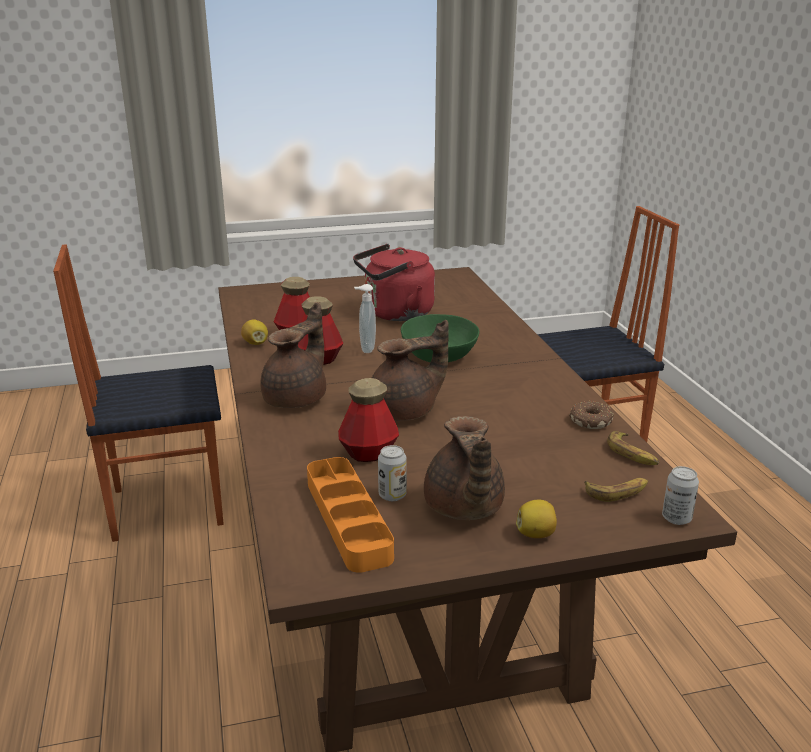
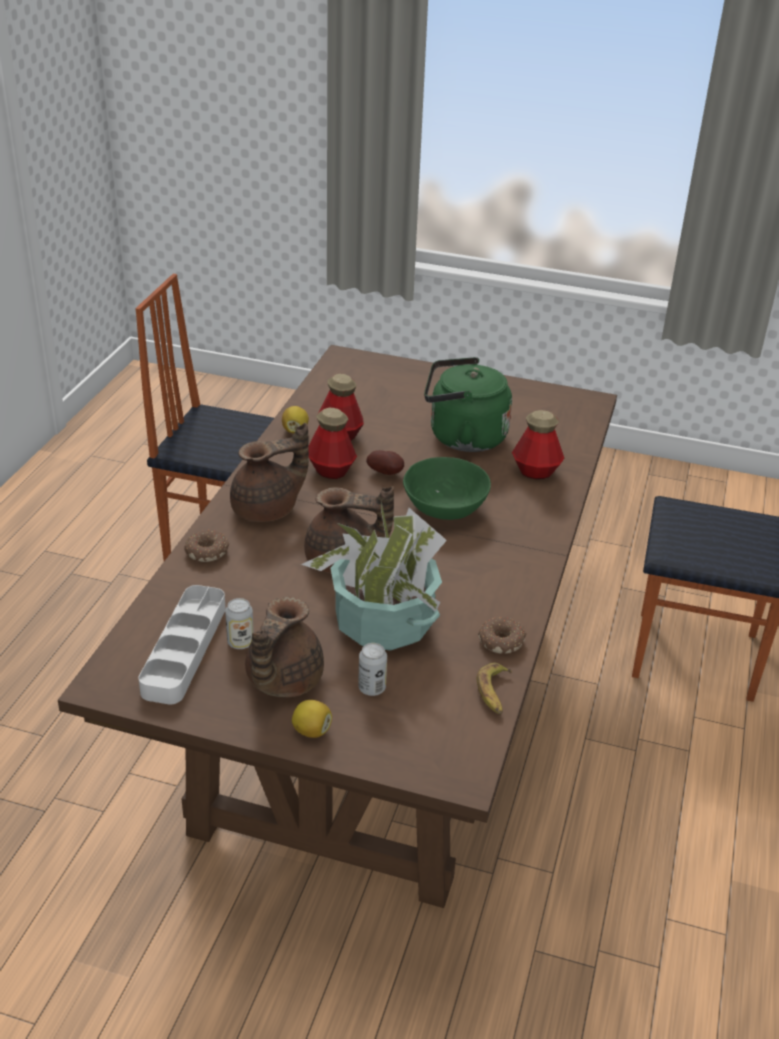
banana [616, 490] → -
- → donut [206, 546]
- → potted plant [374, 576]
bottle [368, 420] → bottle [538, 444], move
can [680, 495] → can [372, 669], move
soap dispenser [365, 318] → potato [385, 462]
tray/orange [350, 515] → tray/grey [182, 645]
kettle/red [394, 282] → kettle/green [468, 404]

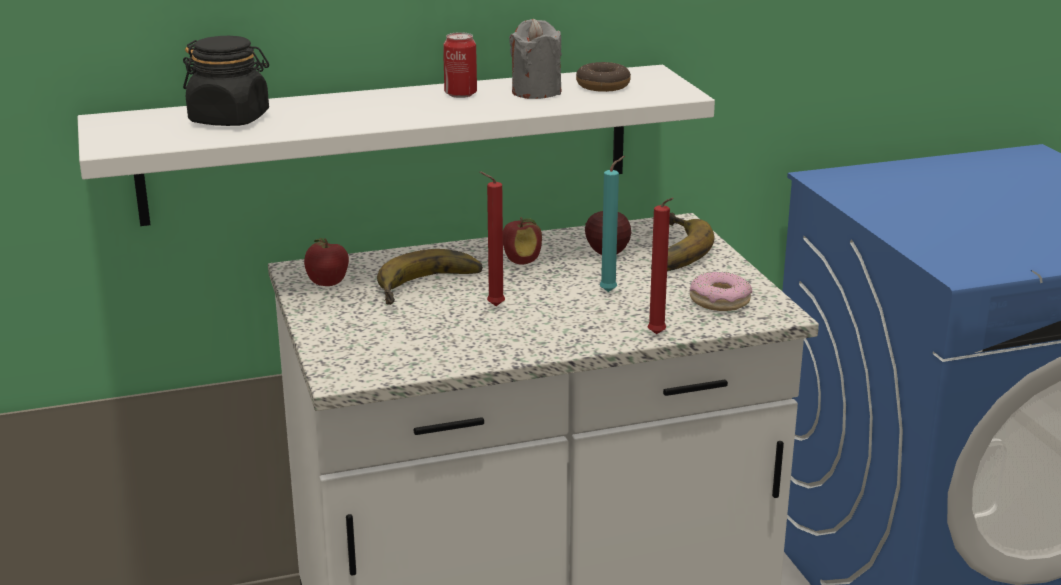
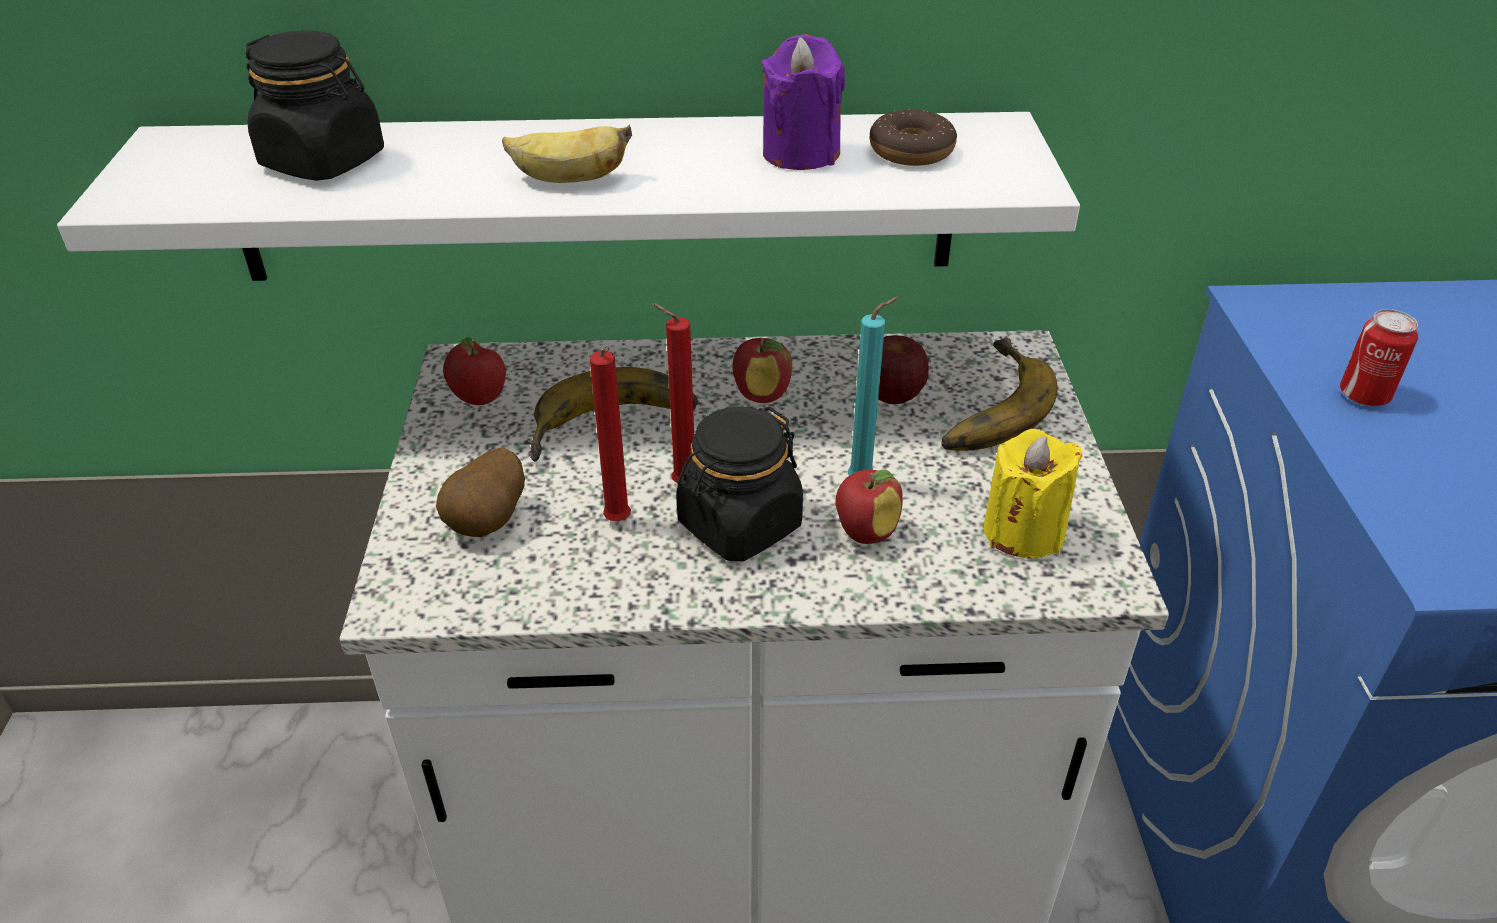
- → potato [480, 492]
- → banana [567, 154]
- → jar/black [739, 484]
- → apple [869, 507]
can [460, 65] → can [1379, 357], move
candle/red [661, 266] → candle/red [610, 434], move
donut [721, 291] → candle/yellow [1033, 493]
candle/grey [535, 59] → candle/purple [803, 102]

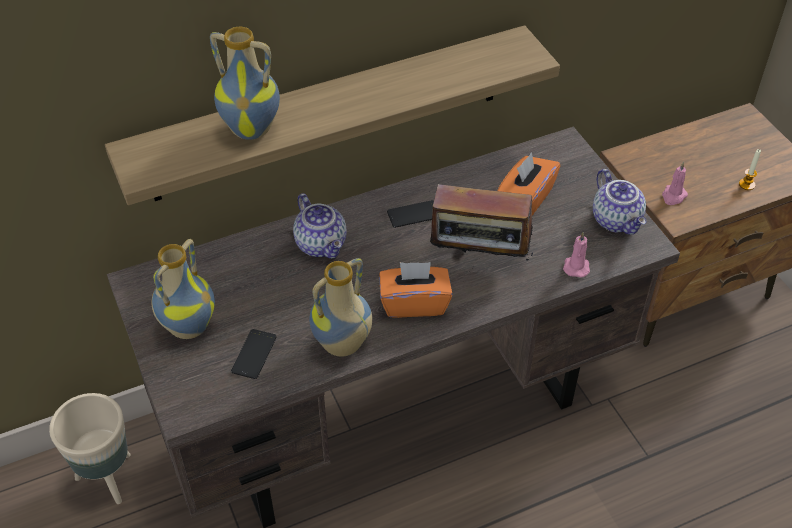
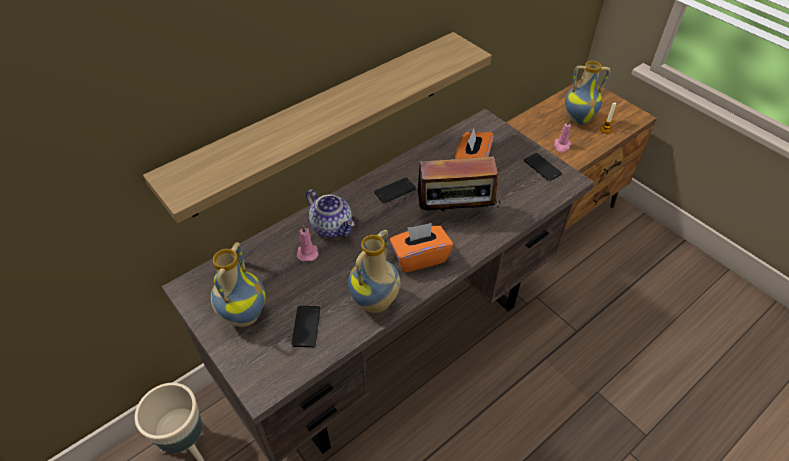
vase [245, 83] → vase [588, 93], move
candle/pink [576, 254] → candle/pink [308, 243], move
teapot [619, 202] → phone [543, 167]

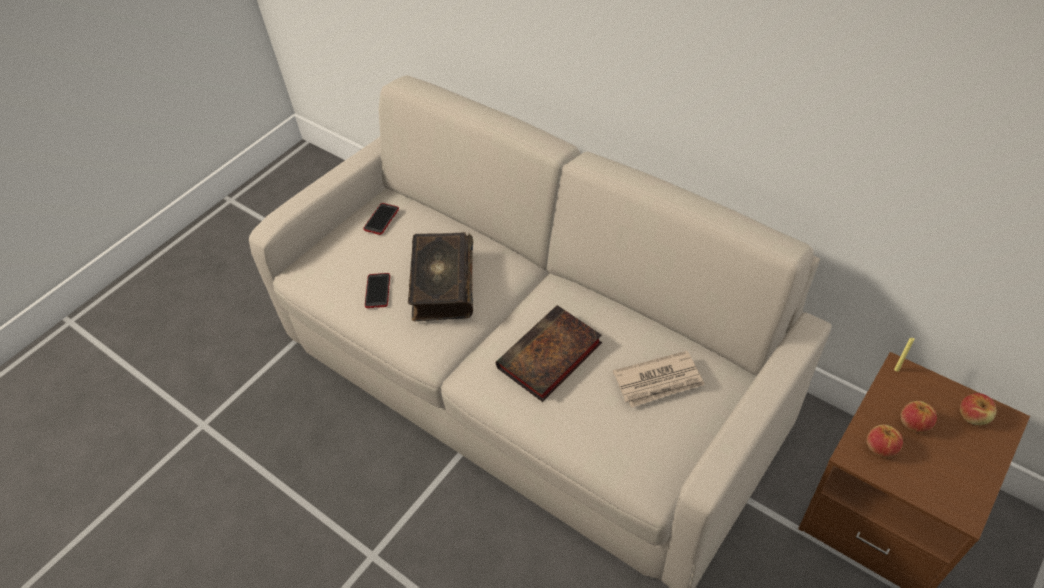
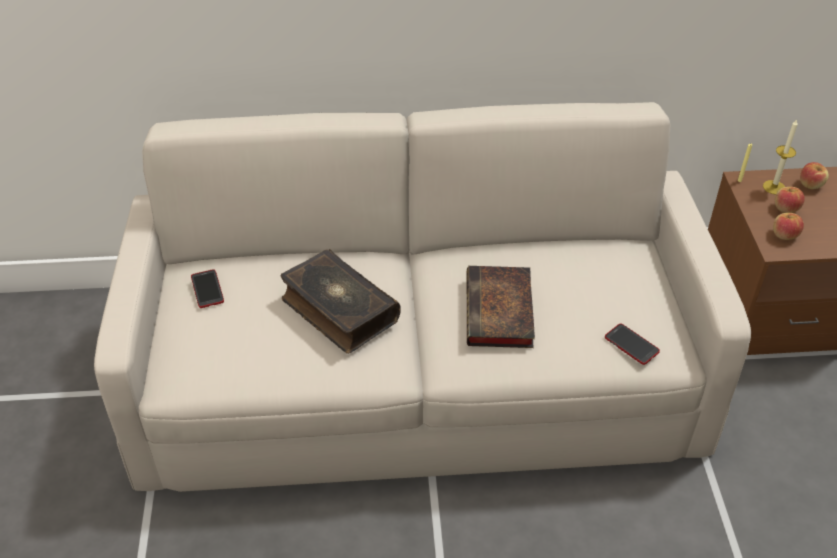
newspaper [659, 379] → -
- → candle [780, 157]
phone [377, 290] → phone [632, 344], move

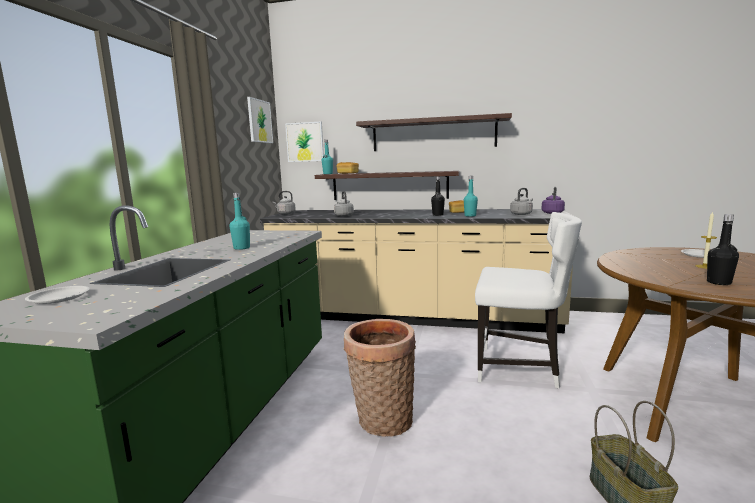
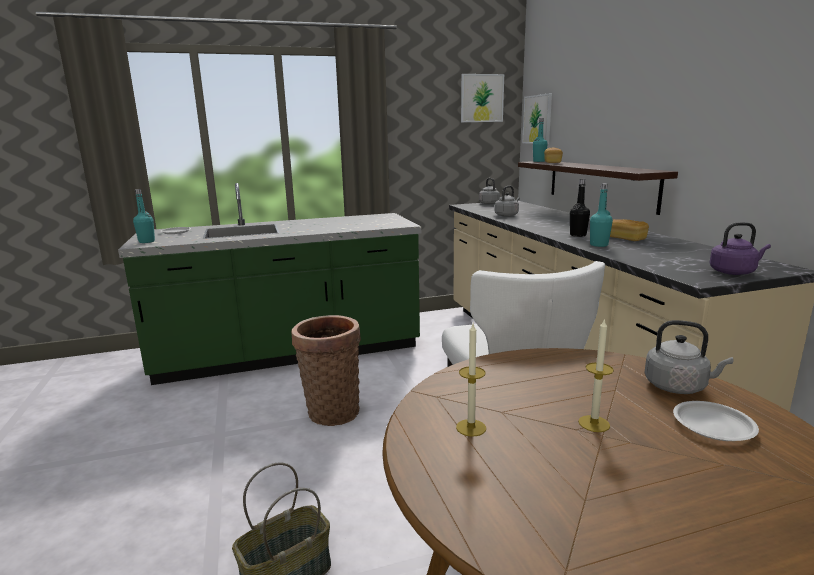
shelf [434, 132] → -
bottle/turquoise [239, 221] → bottle/turquoise [144, 216], move
kettle/grey [521, 201] → kettle/grey [688, 357], move
bottle/black [723, 249] → candle [471, 380]

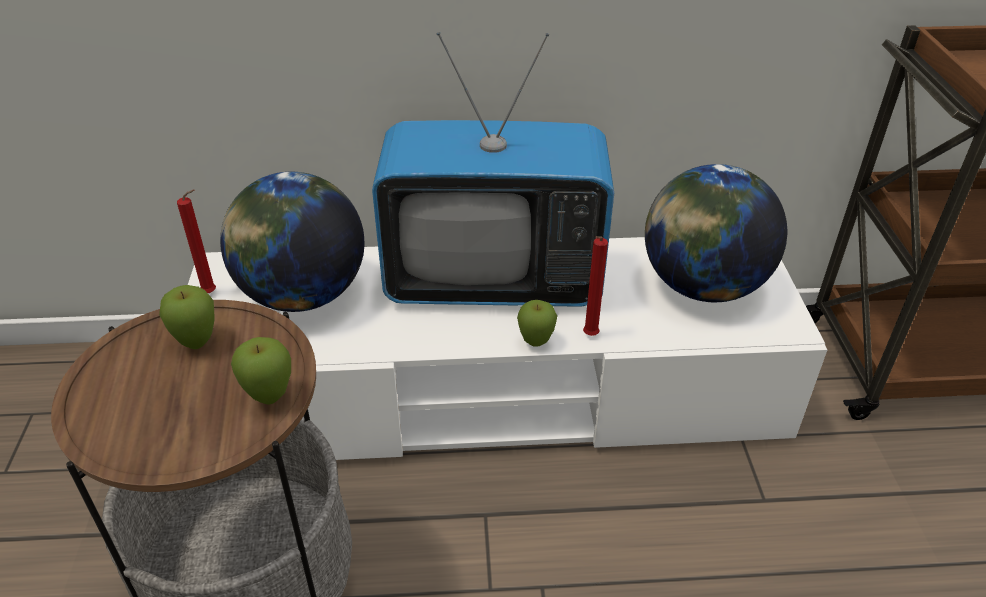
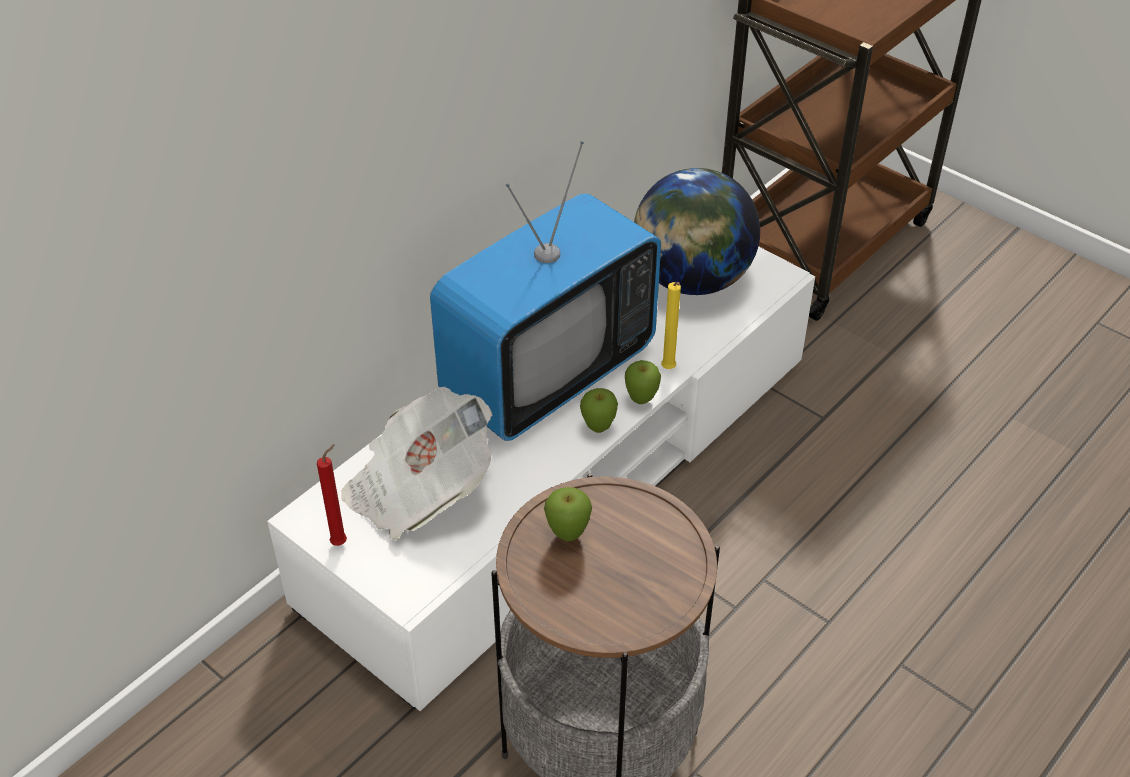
apple [261, 371] → apple [599, 410], move
globe [292, 242] → newspaper [416, 463]
candle/red [595, 286] → candle/yellow [671, 325]

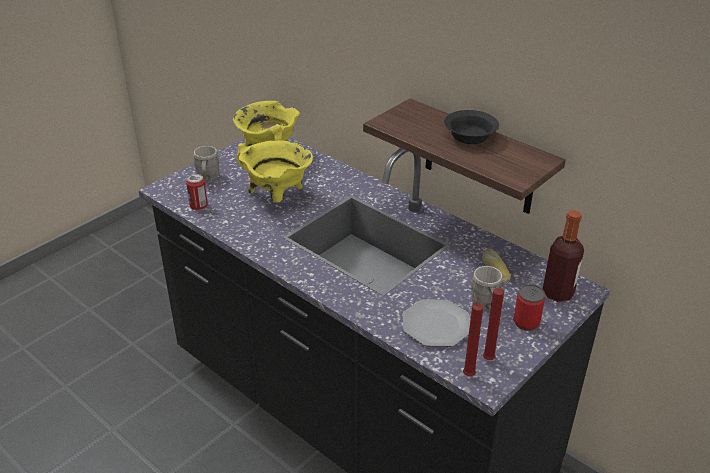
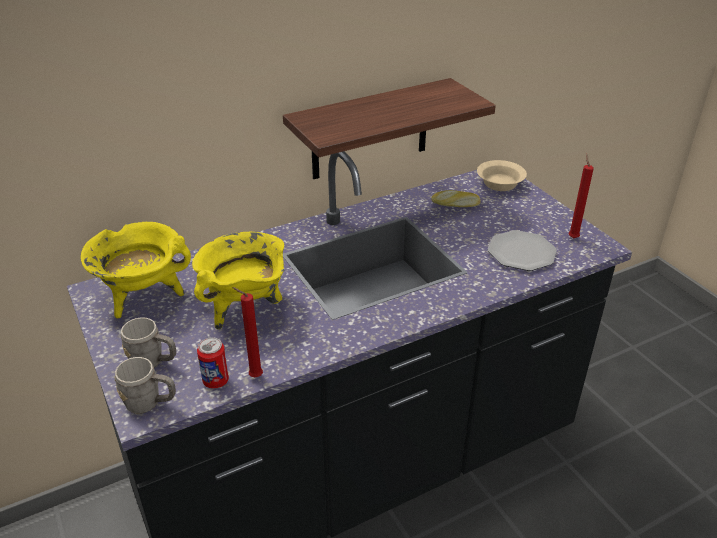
bowl/black [471, 127] → -
can [529, 307] → -
candle/red [473, 333] → candle/red [247, 332], move
mug/grey [486, 288] → mug/grey [145, 385], move
bottle [563, 256] → bowl/beige [502, 175]

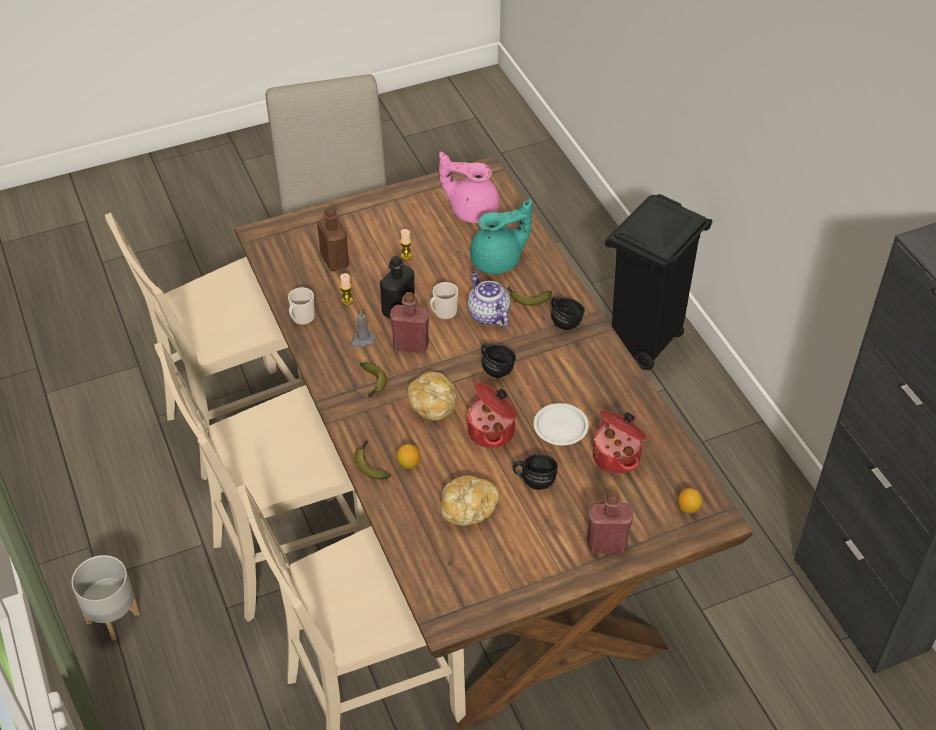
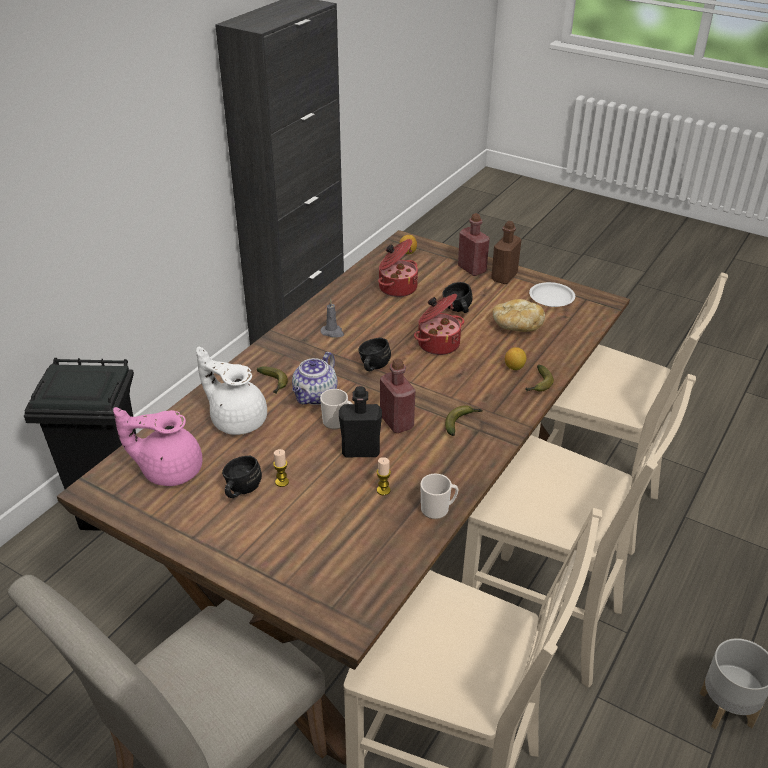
bread [431, 396] → -
bottle/brown [333, 239] → bottle/brown [506, 252], move
candle/grey [362, 329] → candle/grey [332, 318], move
plate/white [561, 424] → plate/white [552, 294], move
mug/black [568, 313] → mug/black [242, 477], move
teapot/turquoise [501, 236] → teapot/white [231, 391]
teapot/pink [469, 187] → teapot/pink [157, 446], 105 degrees clockwise

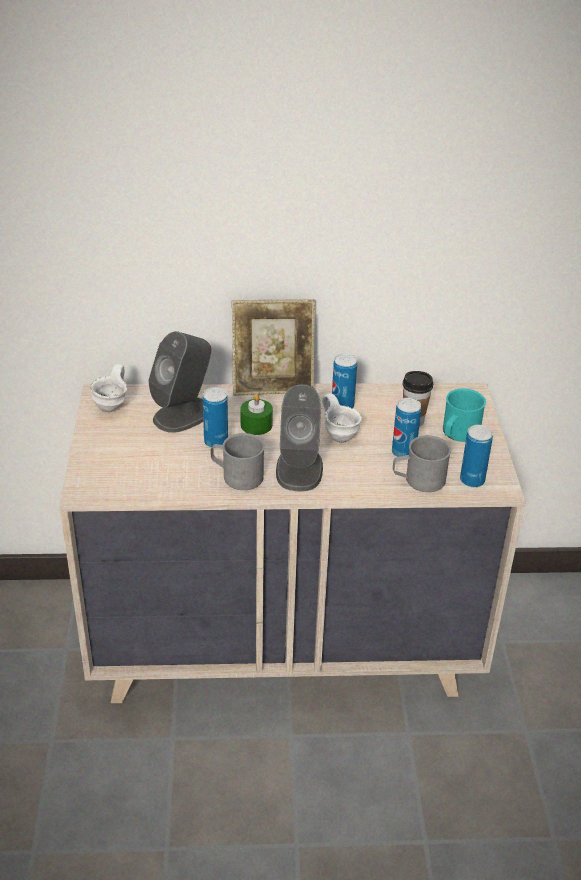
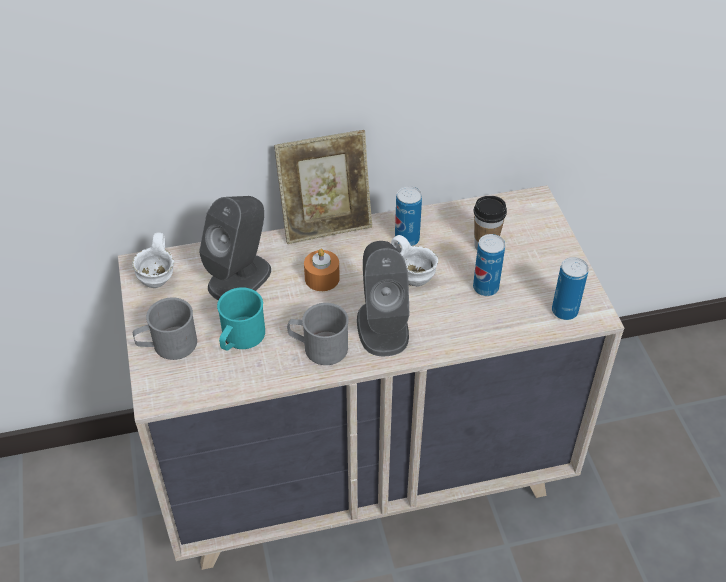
can [215, 417] → -
mug/grey [422, 463] → mug/grey [165, 328], move
mug/turquoise [464, 415] → mug/turquoise [241, 319], move
candle/green [256, 414] → candle/orange [322, 270]

